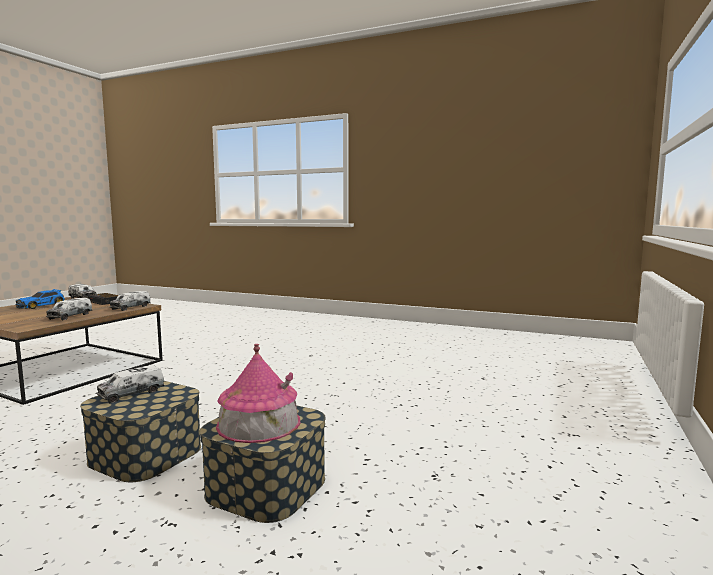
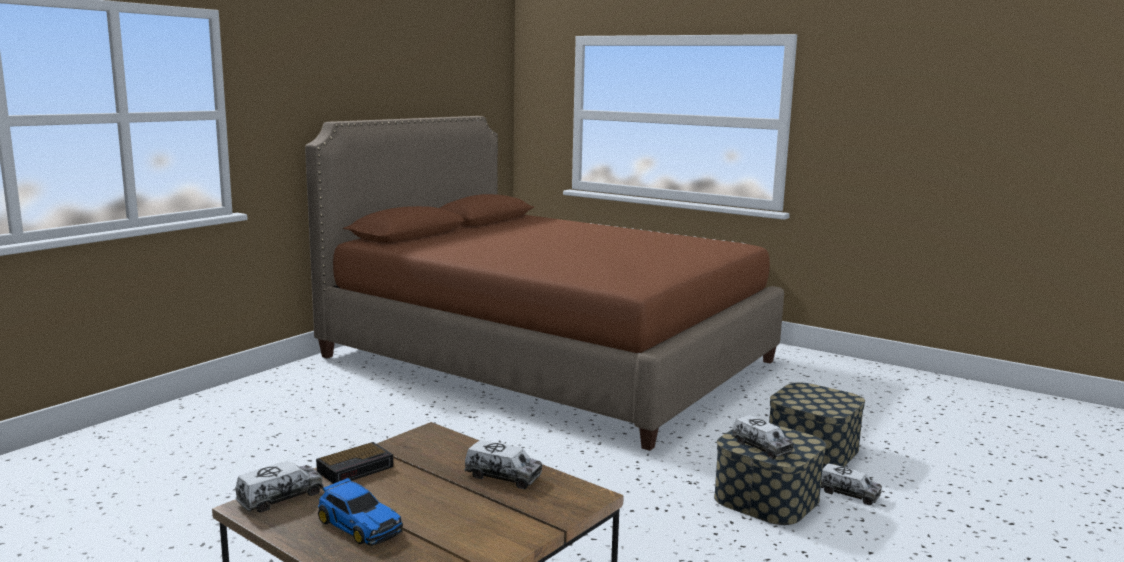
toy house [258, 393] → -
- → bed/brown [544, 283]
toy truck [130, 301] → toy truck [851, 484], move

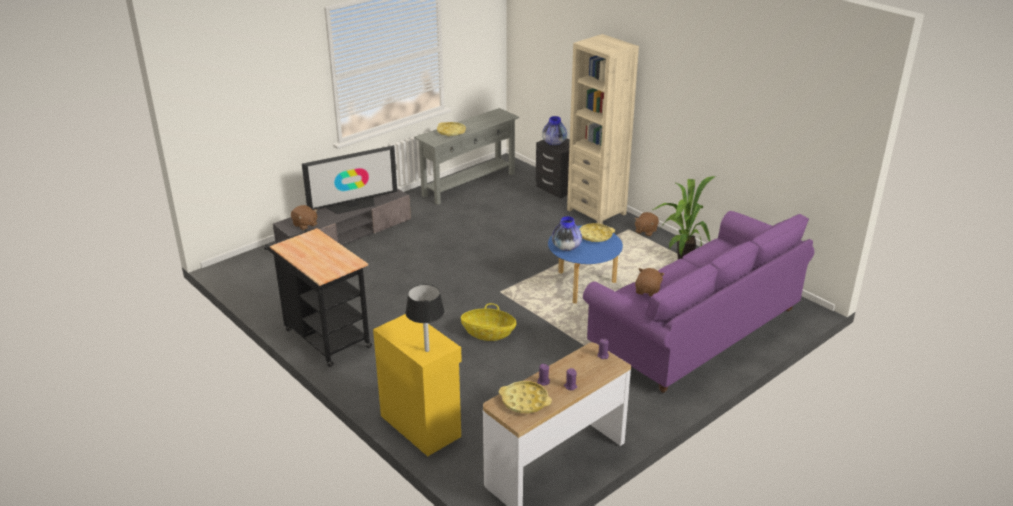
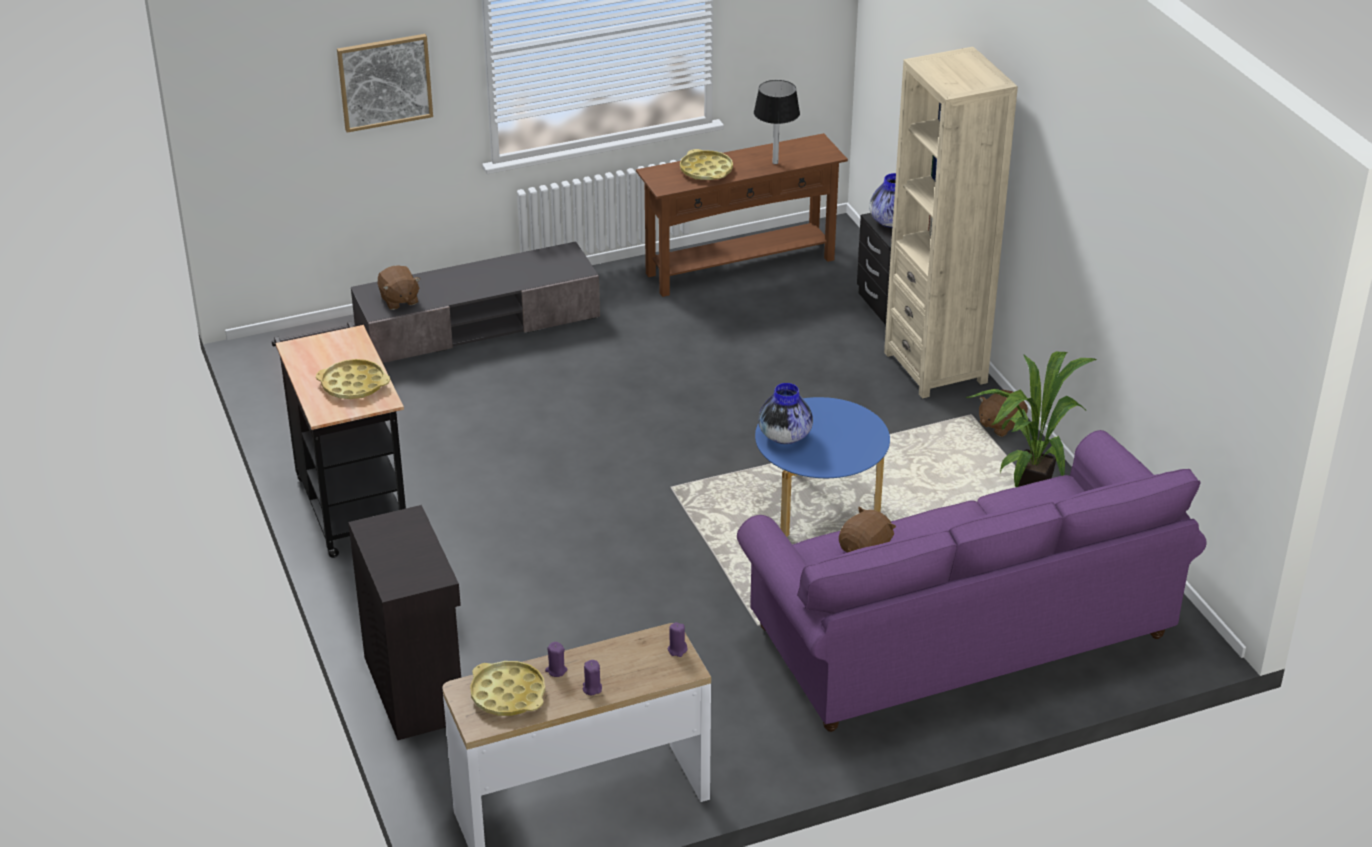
television [349, 179] → -
basket [488, 322] → -
- → picture [385, 83]
table lamp/black [425, 318] → table lamp/black [777, 122], move
tray/yellow [597, 232] → tray/yellow [353, 379], move
cabinet/yellow [417, 385] → cabinet/black [404, 622]
console table/grey [466, 156] → console table/brown [742, 215]

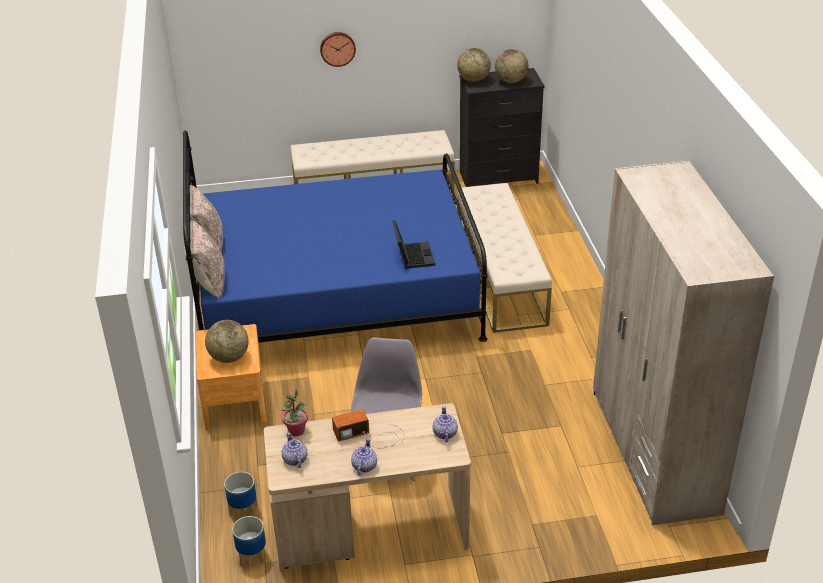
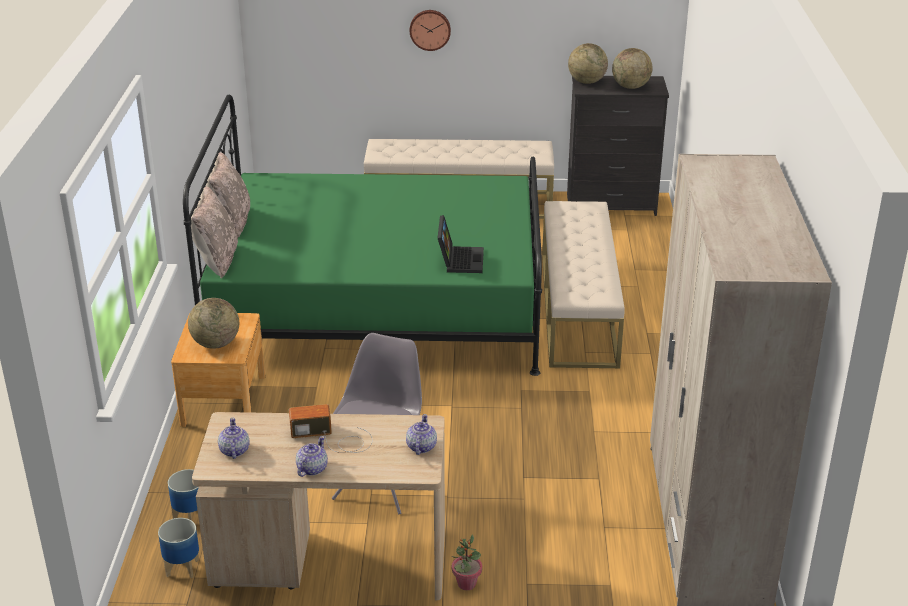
potted plant [295, 412] → potted plant [467, 562], move
bed/blue [335, 237] → bed/green [362, 235]

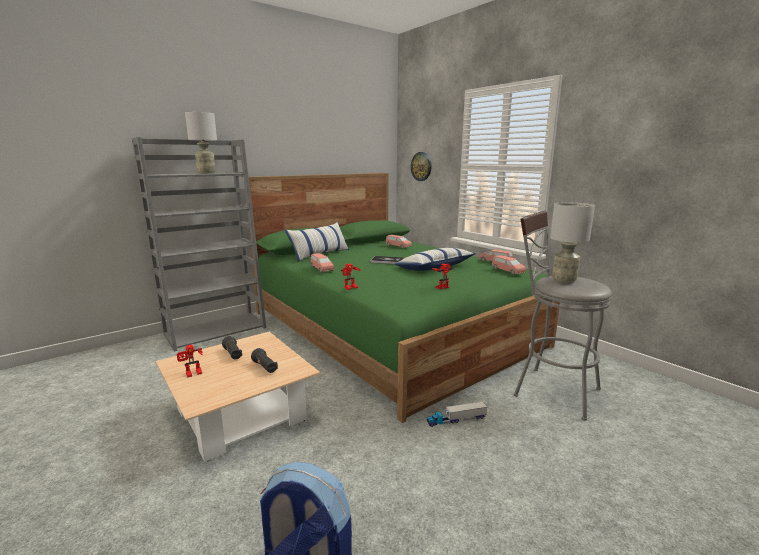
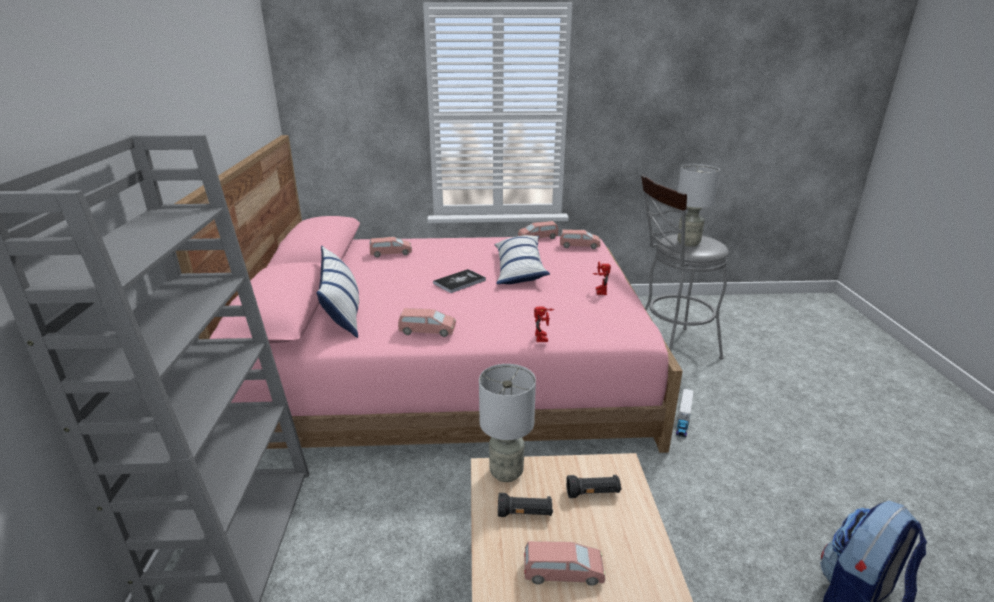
wall clock [421, 166] → -
table lamp/grey [201, 143] → table lamp/grey [507, 423], move
toy robot [189, 361] → toy car/pink [564, 563]
bed/green [404, 298] → bed/pink [428, 294]

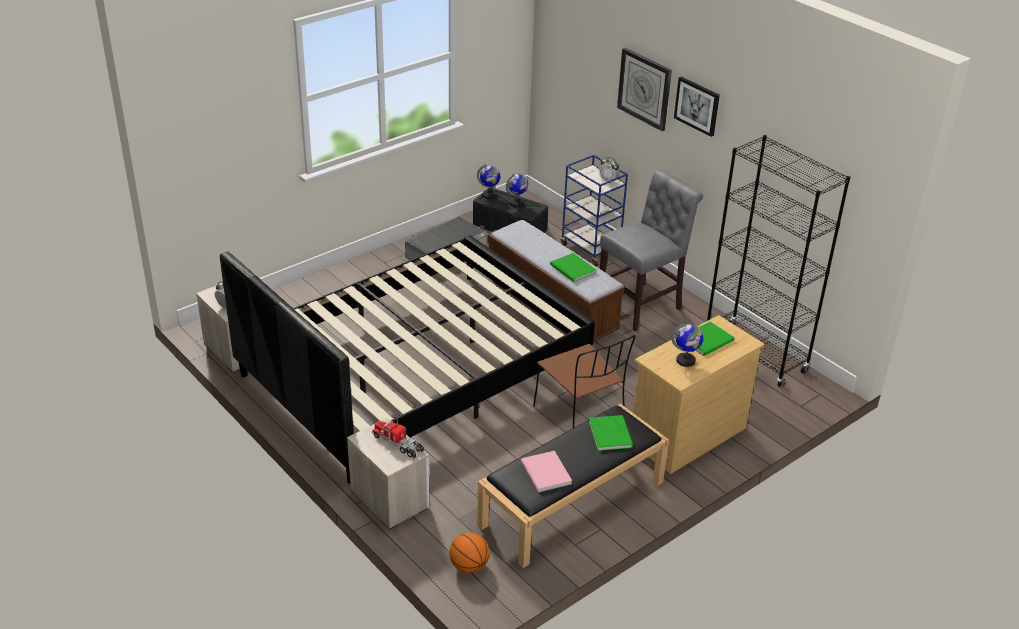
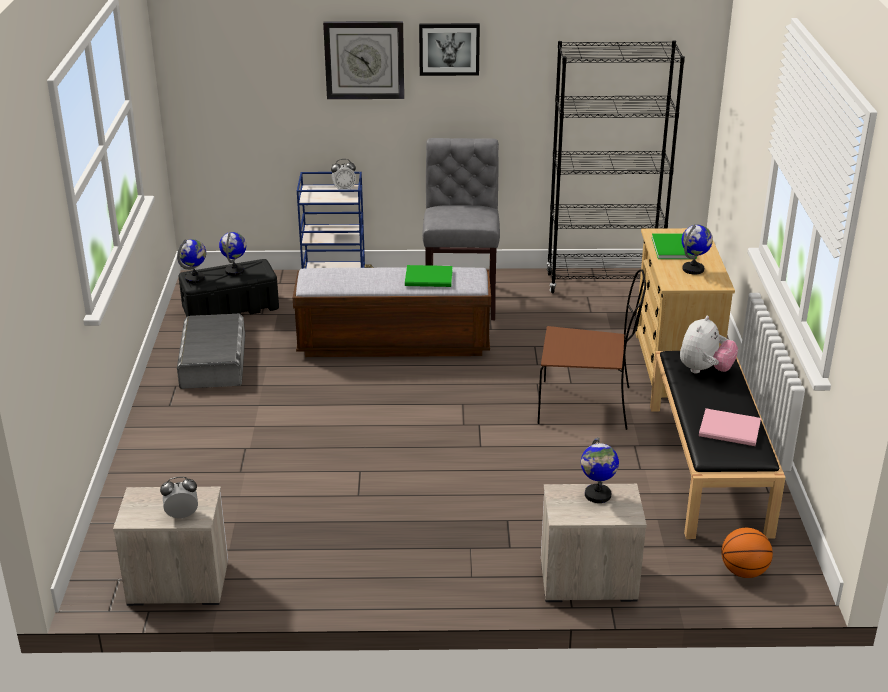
bed/black [407, 359] → -
toy truck [398, 439] → globe [600, 470]
book/green [611, 433] → plush toy [709, 345]

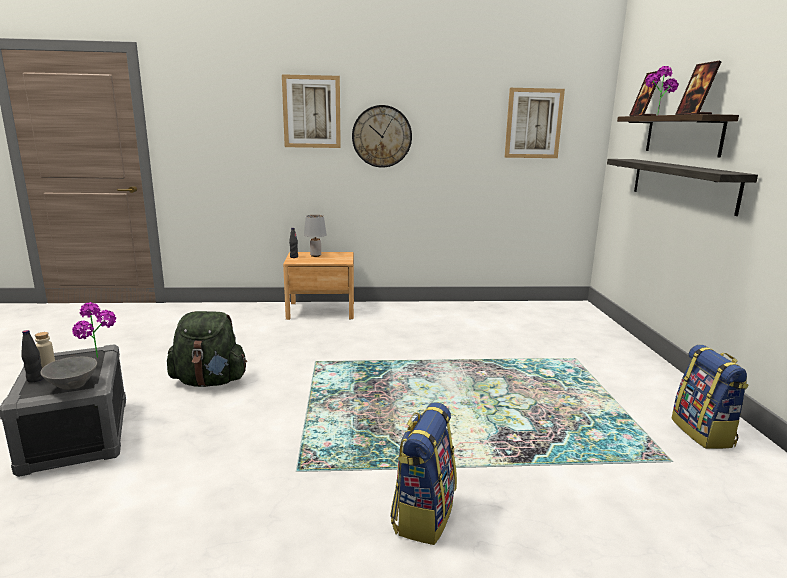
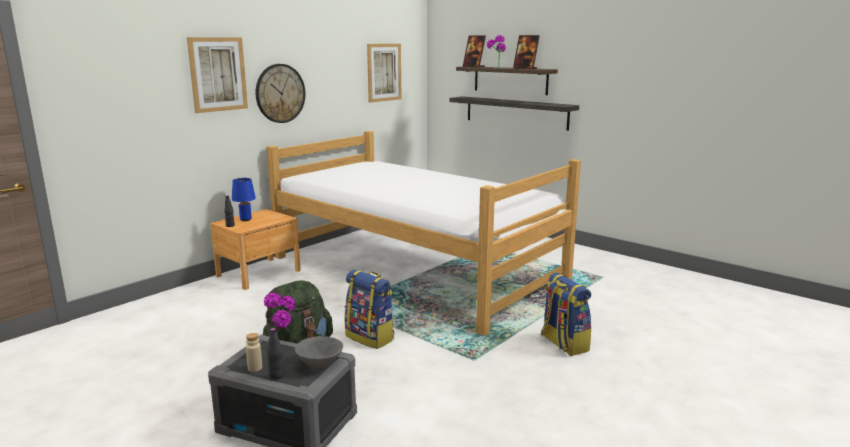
- → bed [424, 233]
backpack [710, 397] → backpack [369, 309], move
table lamp/grey [315, 236] → table lamp/blue [244, 199]

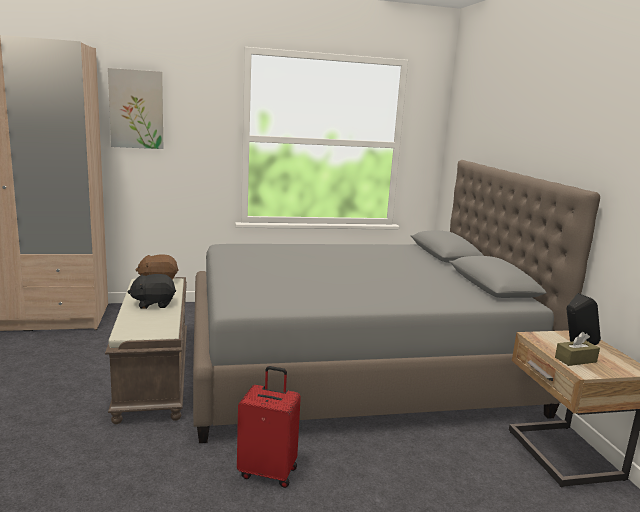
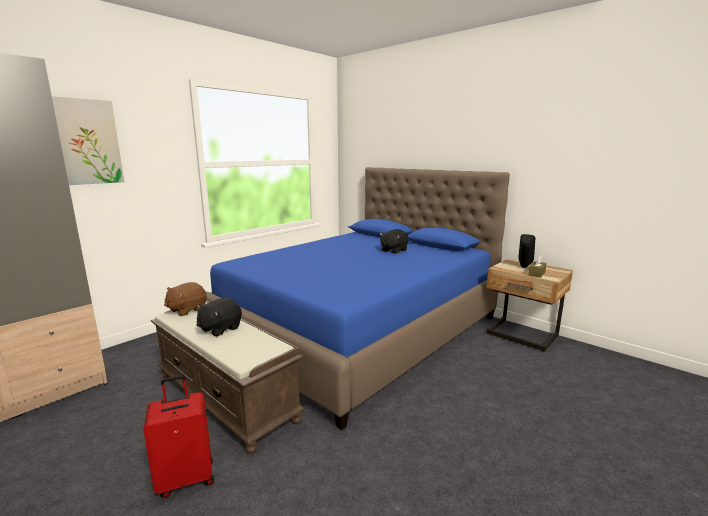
- → plush toy/black [394, 241]
suitcase/red [269, 427] → suitcase/red [178, 436], move
bed/grey [396, 301] → bed/blue [358, 298]

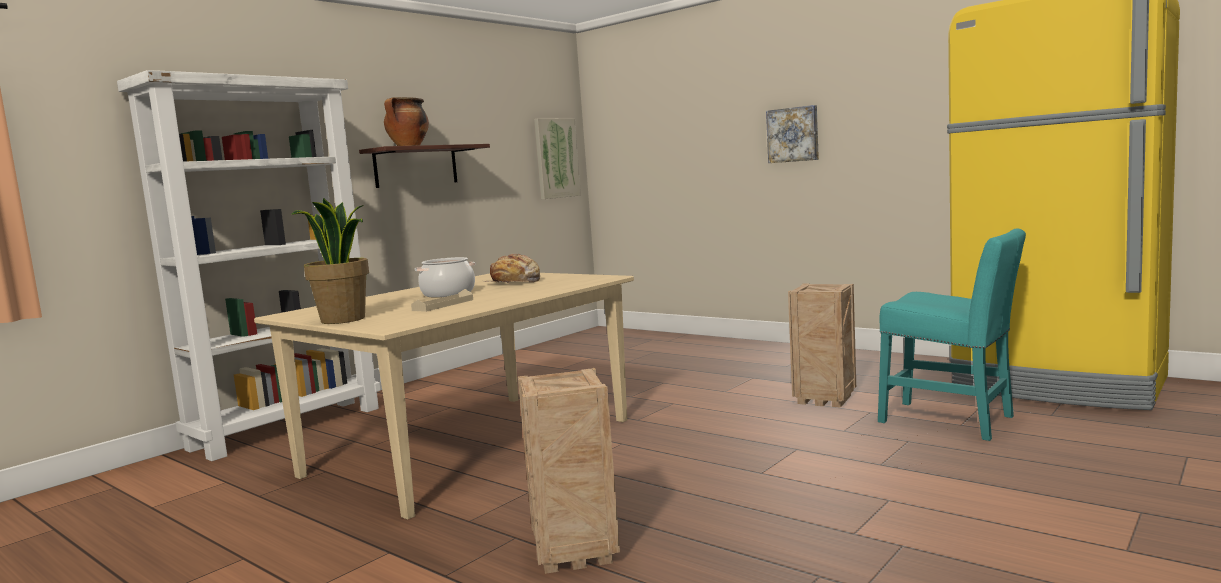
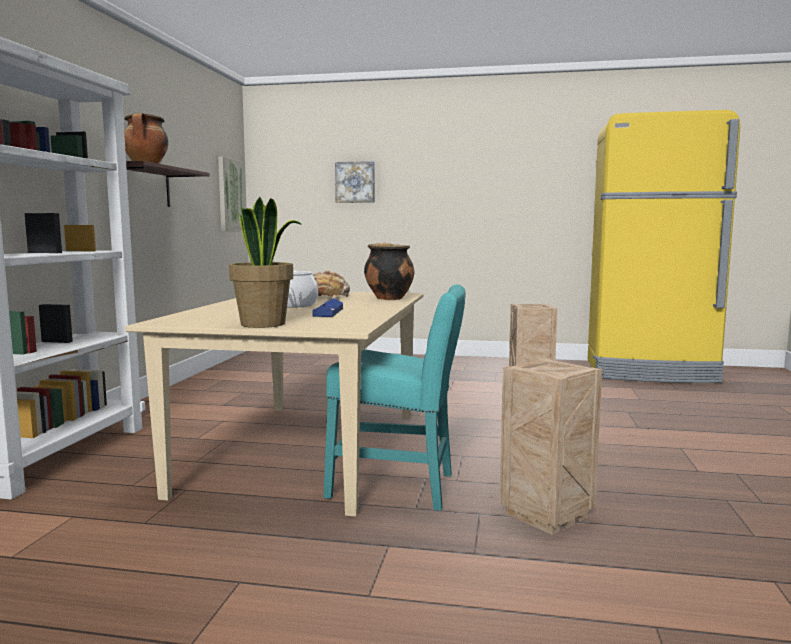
- → cooking pot [389, 271]
picture [792, 134] → picture [355, 182], move
chair/turquoise [952, 334] → chair/turquoise [394, 397], move
tray/beige [442, 300] → tray/blue [327, 307]

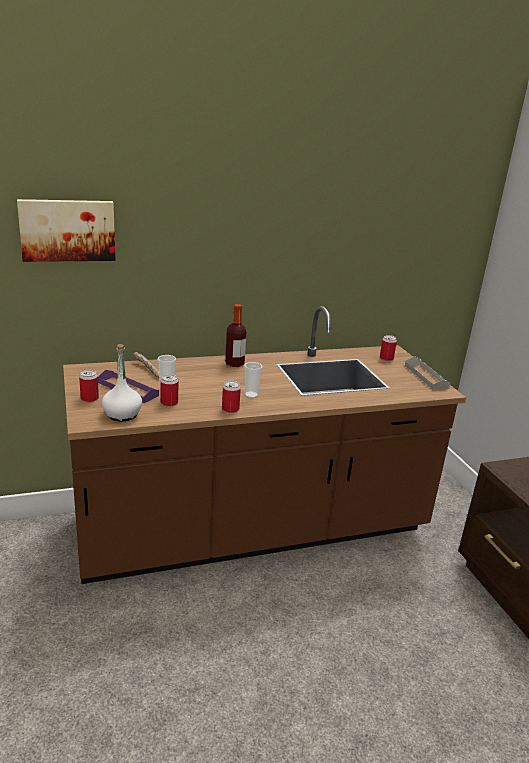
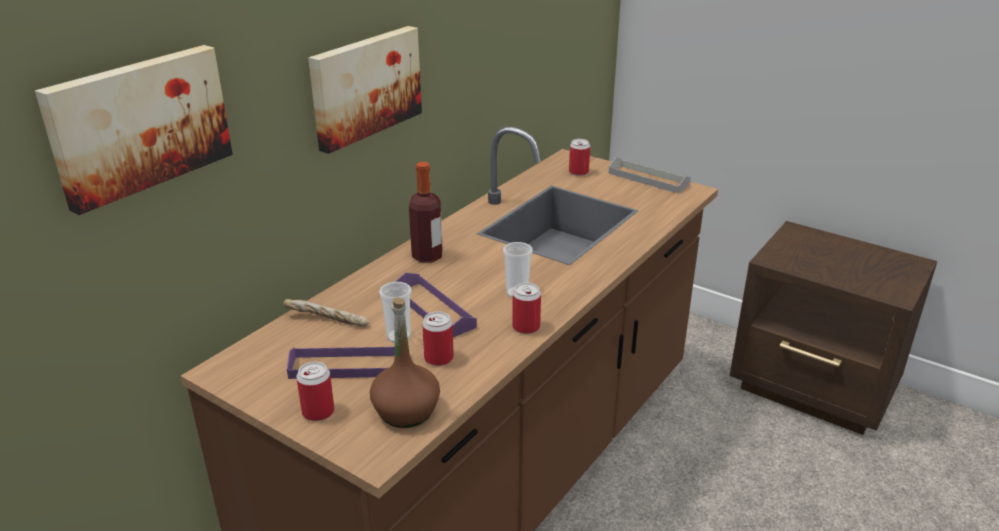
- → picture [365, 90]
- → tray/purple [436, 305]
bottle/white [122, 382] → bottle/brown [405, 362]

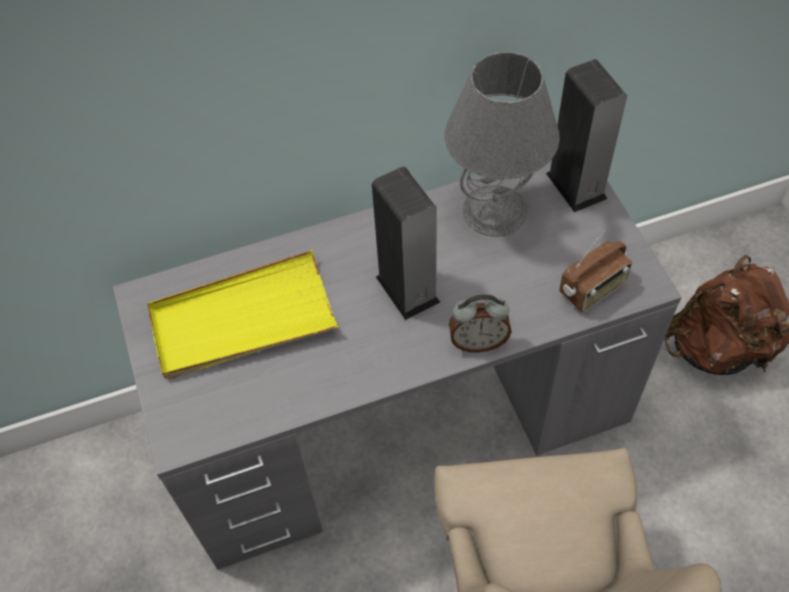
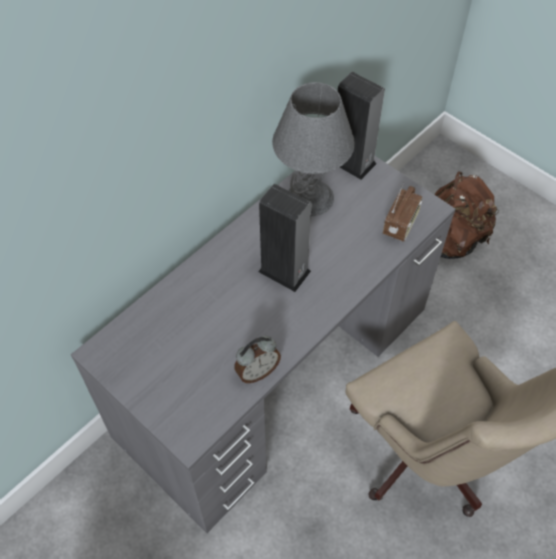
tray/yellow [243, 314] → -
alarm clock [480, 323] → alarm clock [257, 359], move

